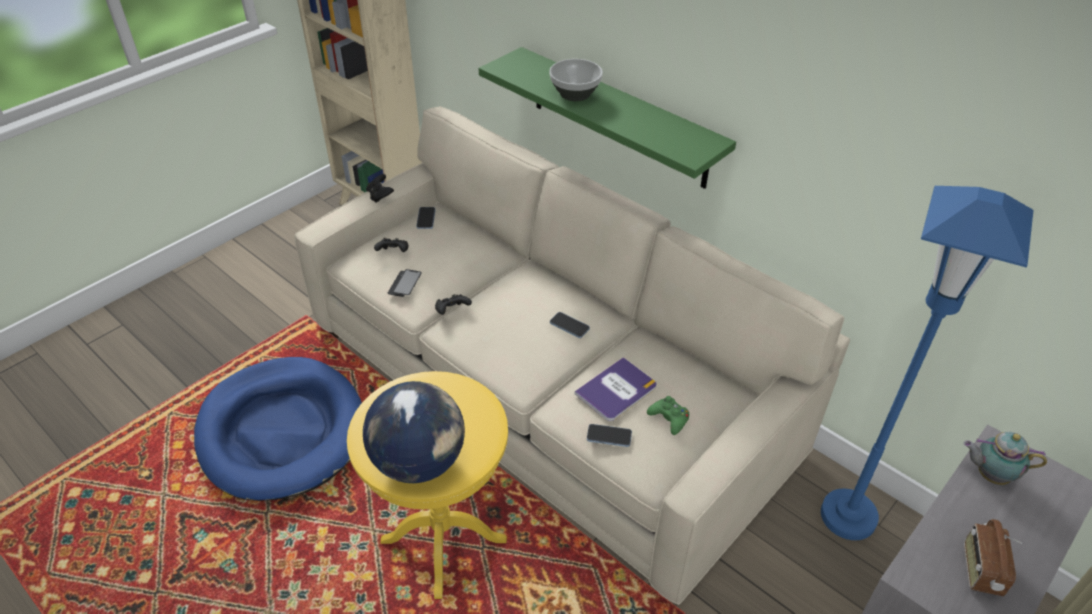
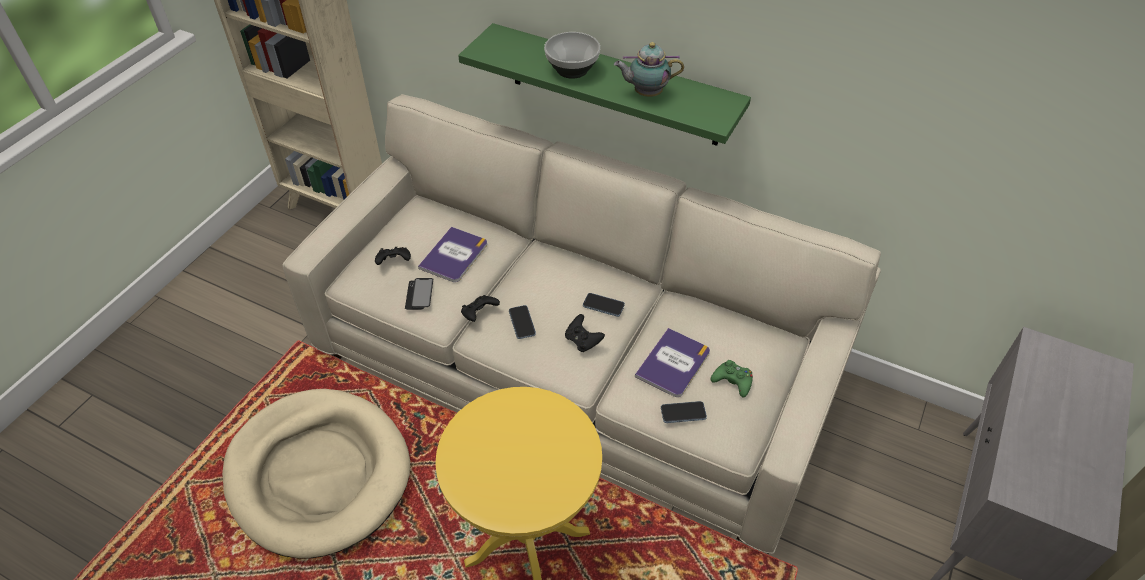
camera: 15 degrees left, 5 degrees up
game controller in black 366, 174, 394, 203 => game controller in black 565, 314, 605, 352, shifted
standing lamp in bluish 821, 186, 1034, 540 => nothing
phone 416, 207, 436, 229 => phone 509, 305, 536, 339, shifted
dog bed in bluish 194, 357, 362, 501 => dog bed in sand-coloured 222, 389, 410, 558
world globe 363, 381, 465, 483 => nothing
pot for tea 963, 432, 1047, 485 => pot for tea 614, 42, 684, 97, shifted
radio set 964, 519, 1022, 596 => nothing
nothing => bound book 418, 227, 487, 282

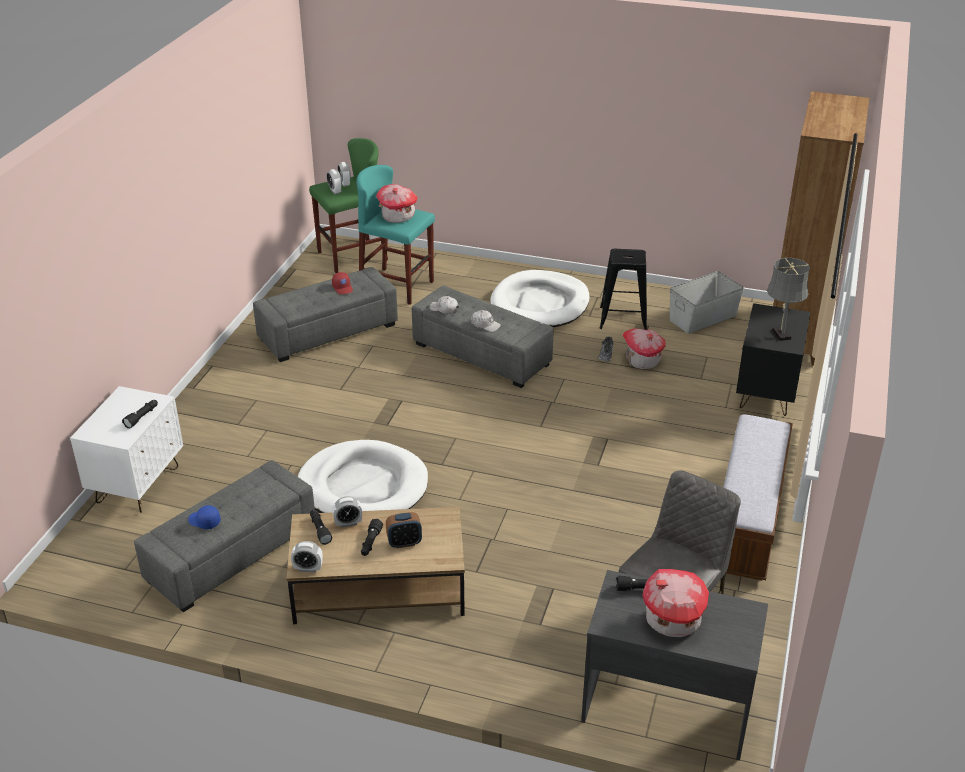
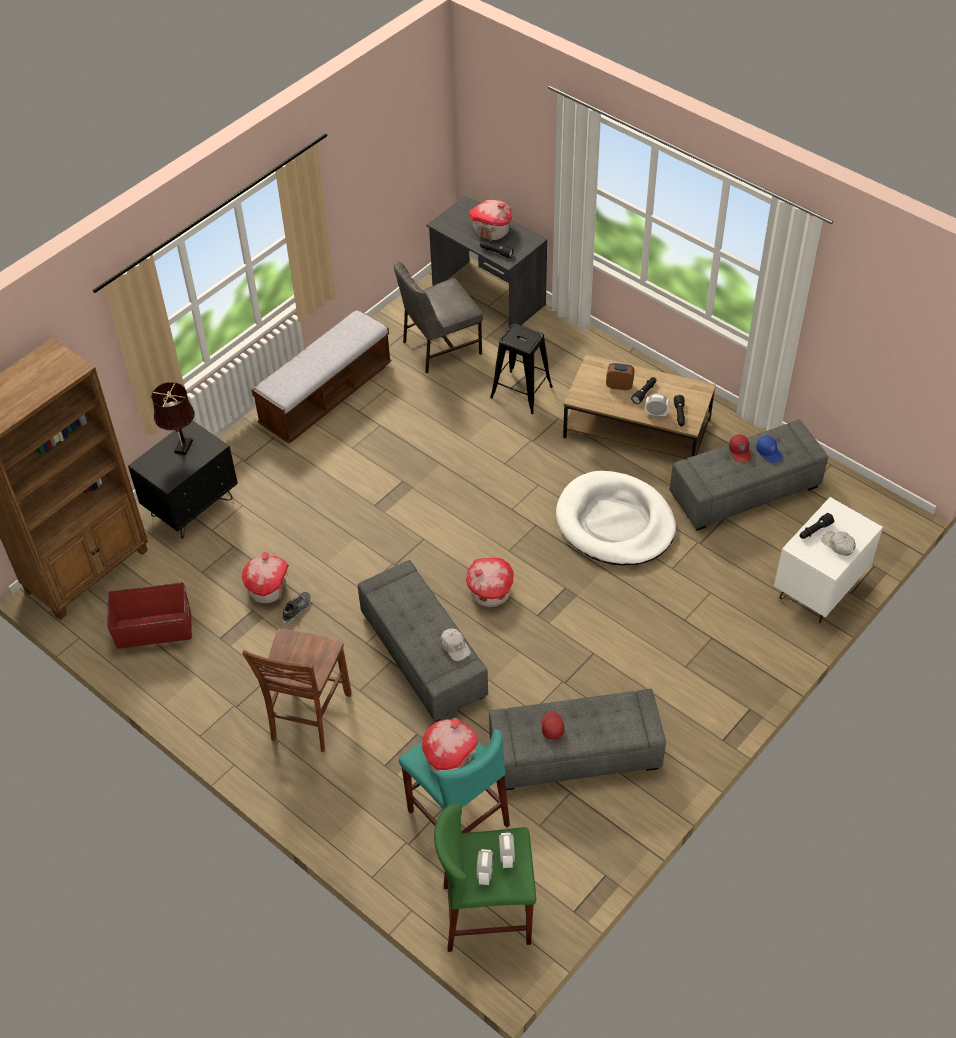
camera: 155 degrees left, 15 degrees up
stool seat in black 599, 249, 647, 330 => stool seat in black 490, 324, 553, 414, shifted
table lamp in greyish 767, 258, 810, 341 => table lamp in brown-coloured 151, 382, 195, 455
dog bed in white 490, 270, 590, 327 => plain chair in brown-coloured 242, 629, 352, 752
storage bin in greyish 670, 271, 744, 334 => storage bin in red-coloured 107, 582, 192, 649
baseball cap in white 471, 310, 501, 332 => baseball cap in white 822, 531, 856, 556, shifted
table clock 291, 541, 323, 572 => nothing
nothing => baseball cap in red-coloured 729, 434, 751, 462
nothing => miniature house 466, 558, 514, 607

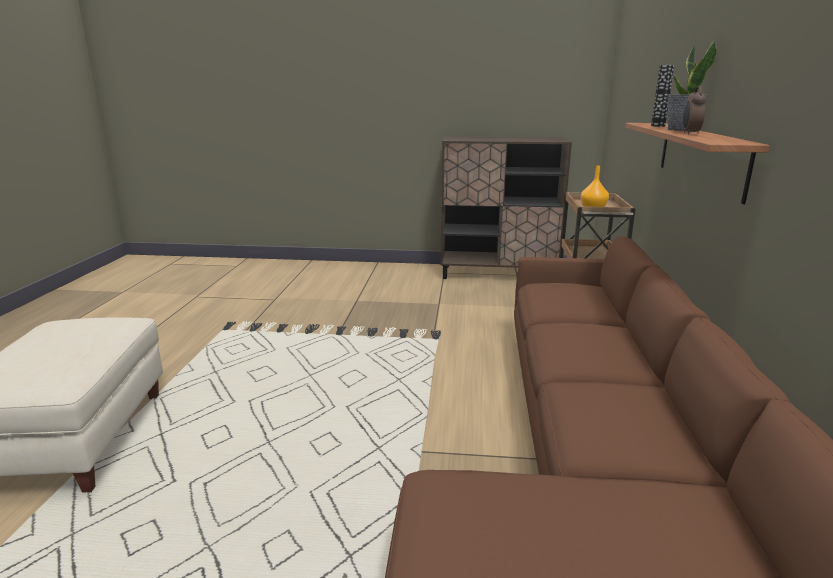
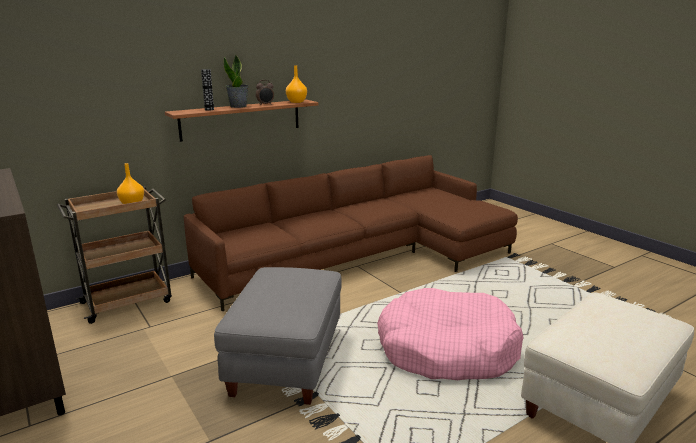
camera: 130 degrees left, 0 degrees up
nothing => flower vase in orangey 286, 65, 307, 103
nothing => footrest in greyish 214, 267, 342, 405
nothing => dog bed in pink-coloured 377, 288, 524, 380

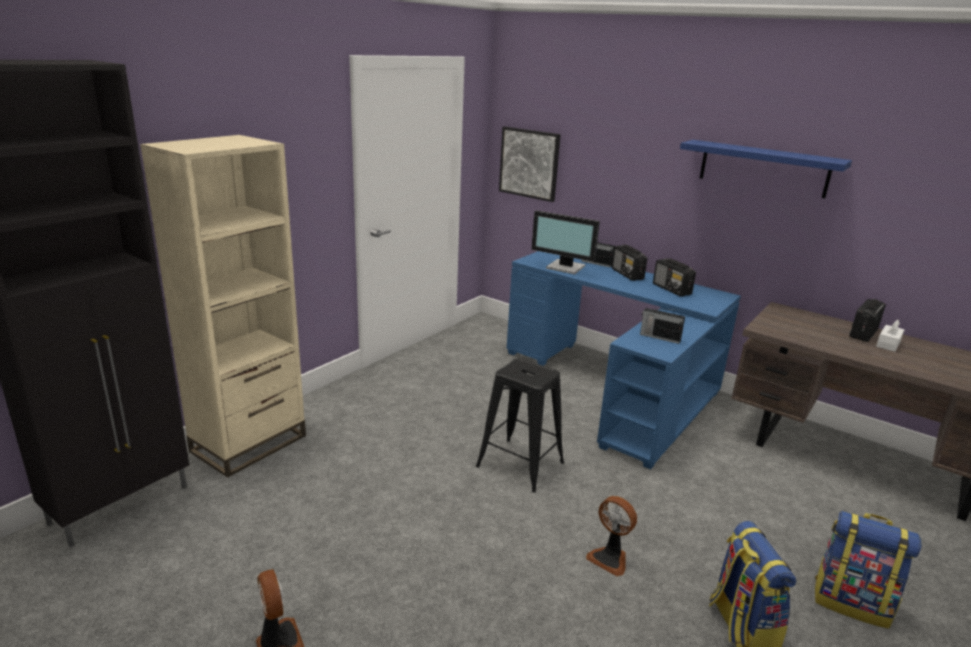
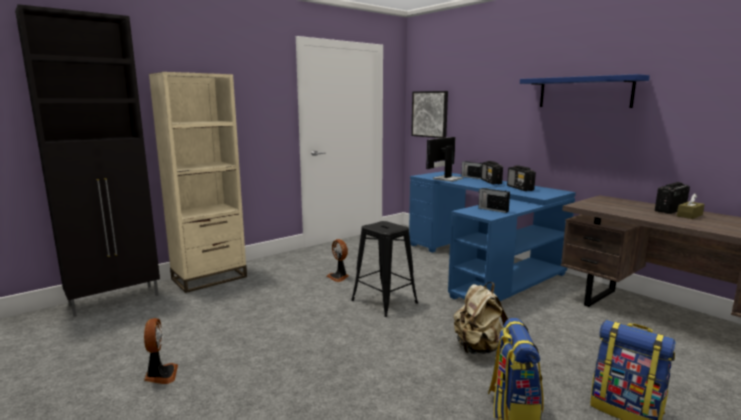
camera: 15 degrees right, 10 degrees down
computer screen 531, 210, 600, 274 => computer screen 426, 137, 463, 182, 90 degrees clockwise
box of tissues in white 876, 320, 904, 352 => box of tissues in brown-coloured 677, 194, 705, 219
electric fan 586, 496, 637, 576 => electric fan 327, 239, 349, 282, shifted
nothing => backpack in sand-coloured 453, 282, 508, 354

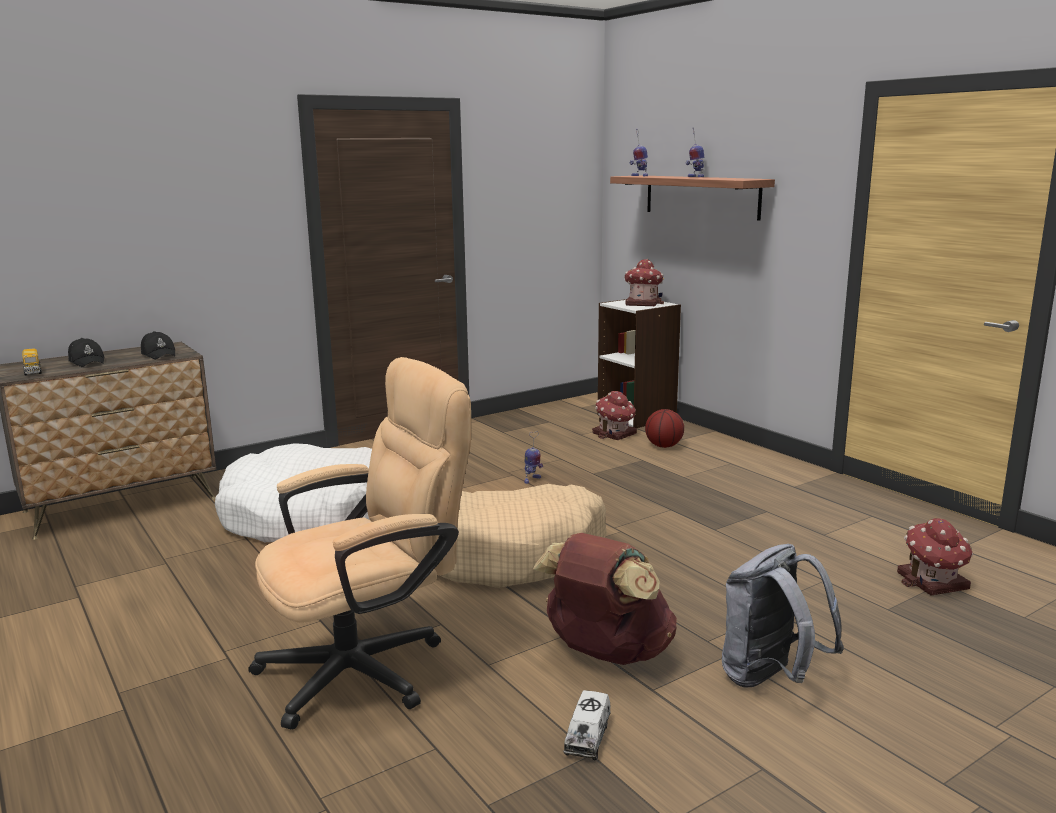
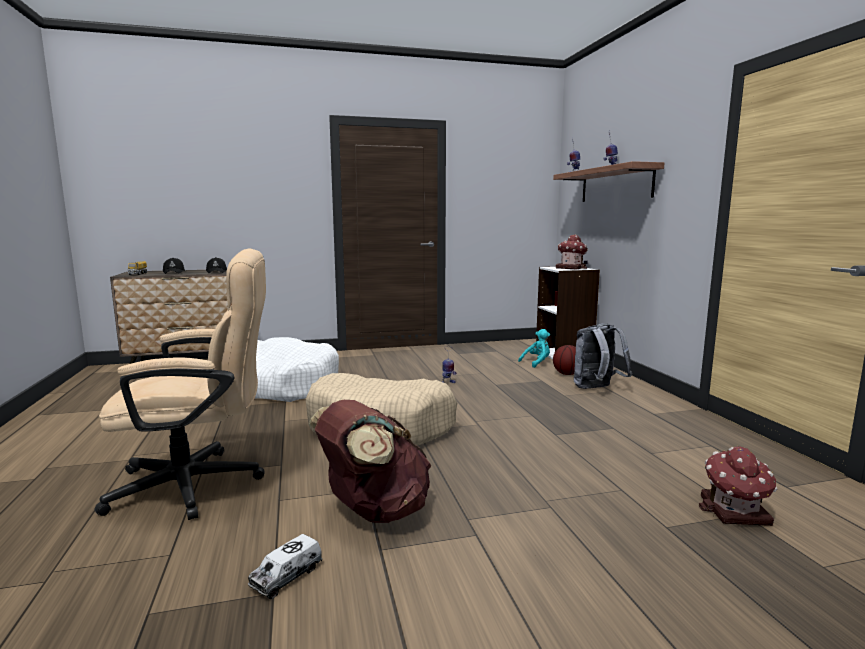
camera: 20 degrees right, 5 degrees down
miniature house 592, 391, 637, 440 => soft toy in turquoise 518, 329, 550, 368
backpack in greyish 722, 544, 844, 688 => backpack in greyish 574, 323, 632, 389, shifted

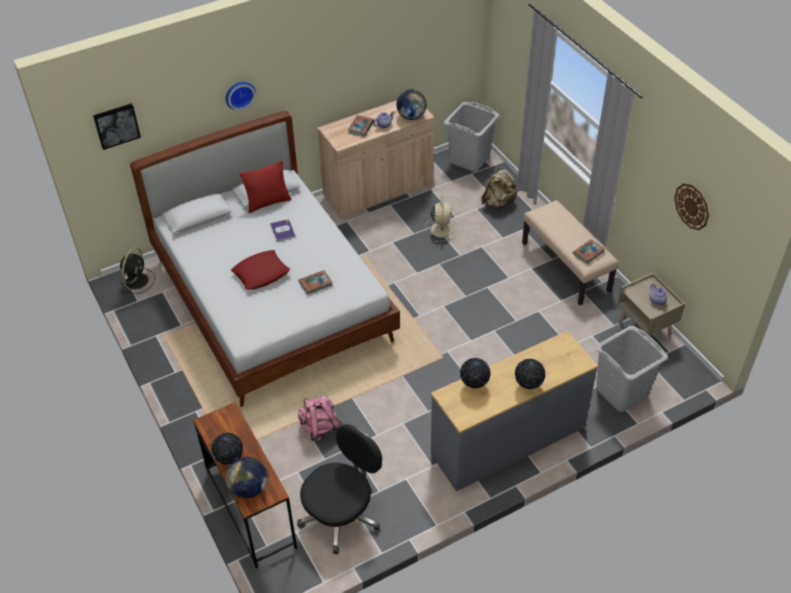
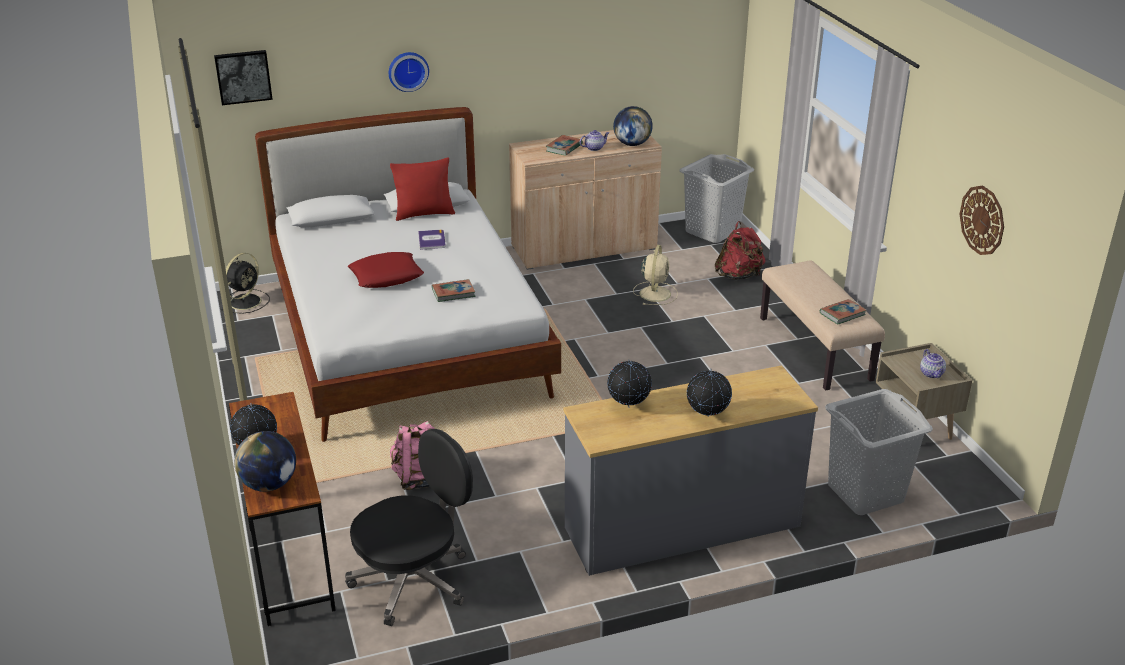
camera: 10 degrees right, 15 degrees down
backpack in sand-coloured 481, 167, 518, 209 => backpack in red-coloured 715, 221, 765, 280

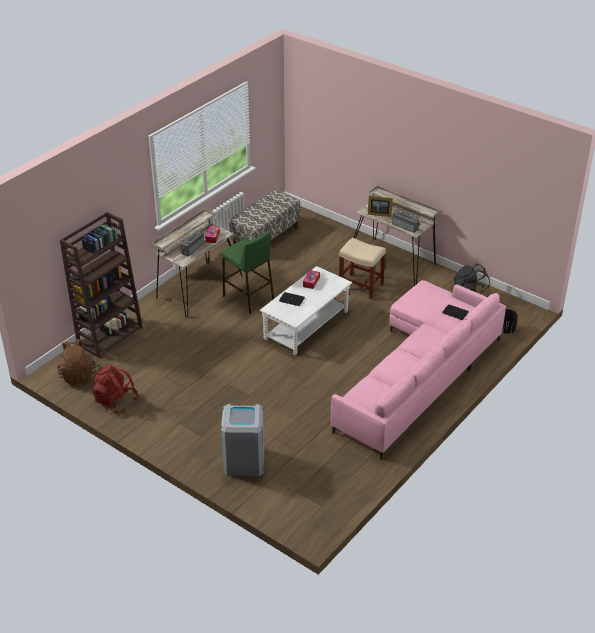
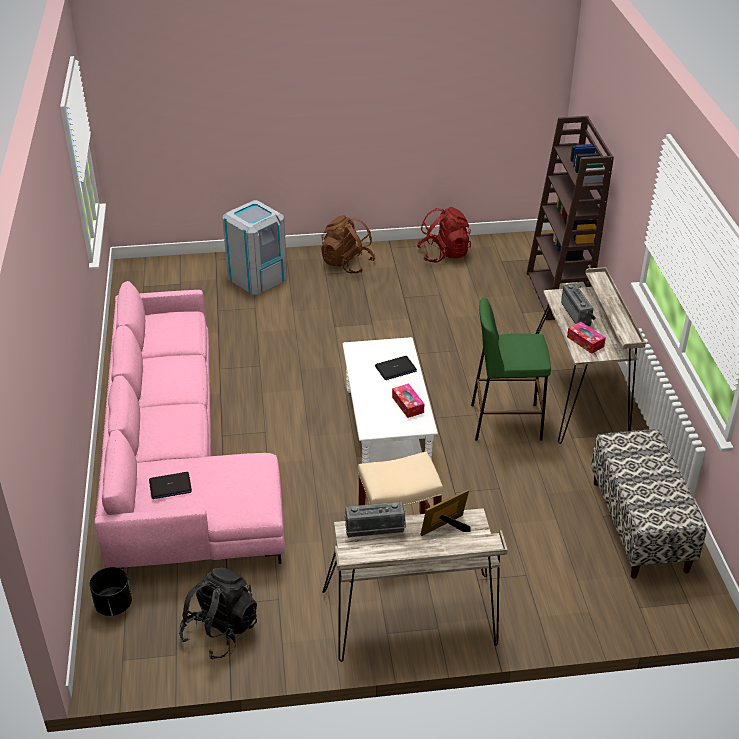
camera: 135 degrees right, 0 degrees up
backpack in brown-coloured 57, 339, 96, 385 => backpack in brown-coloured 321, 215, 376, 273, shifted

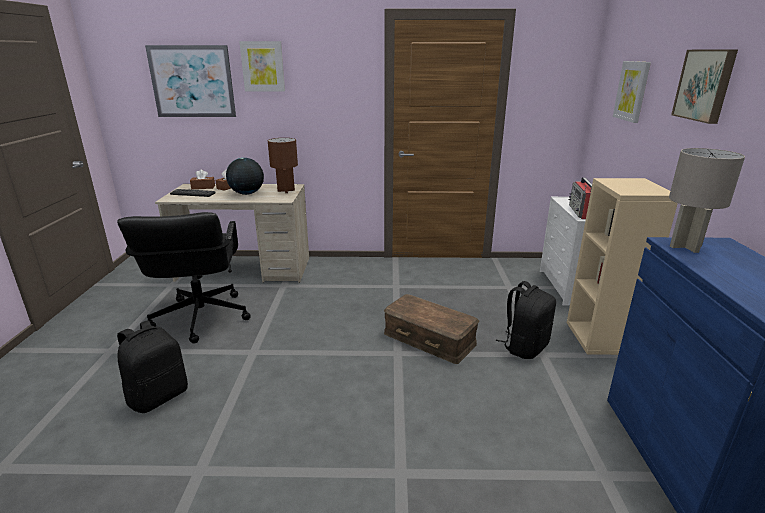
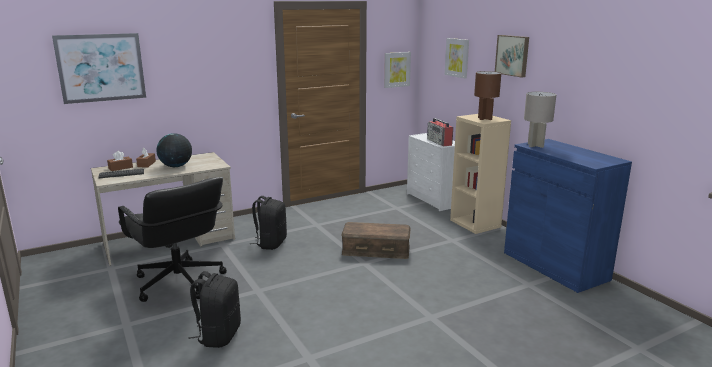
camera: 30 degrees left, 5 degrees down
picture 239, 41, 285, 91 => picture 384, 52, 411, 88, shifted
table lamp in brown-coloured 268, 138, 298, 193 => table lamp in brown-coloured 474, 71, 501, 120, shifted
backpack in black 495, 281, 556, 359 => backpack in black 250, 196, 287, 250, shifted

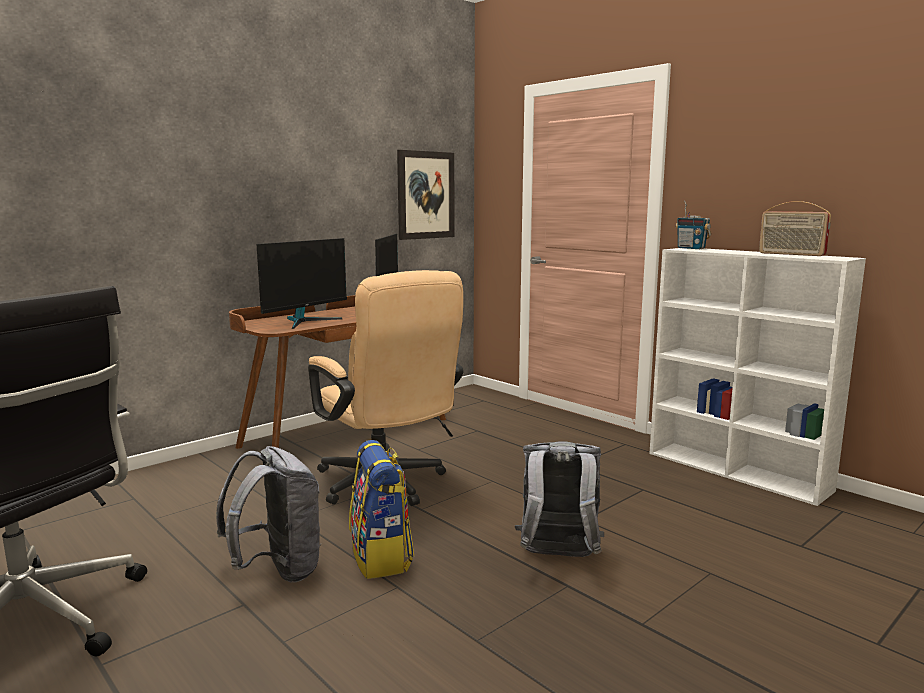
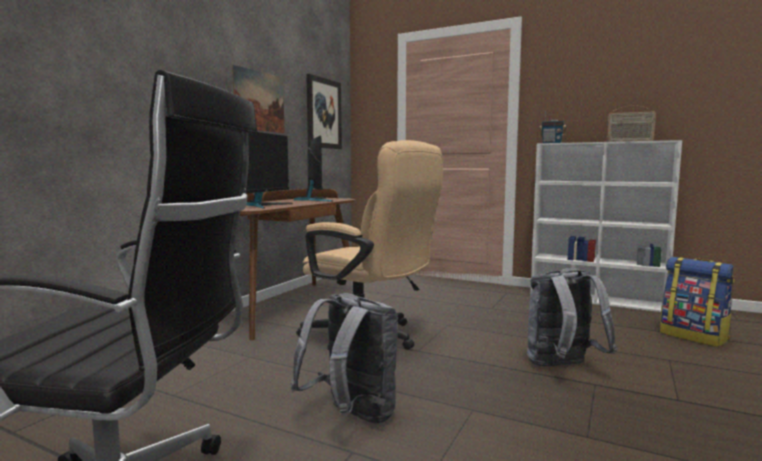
camera: 20 degrees left, 5 degrees down
backpack 349, 440, 414, 579 => backpack 660, 257, 734, 347, shifted
nothing => picture 232, 65, 285, 133

